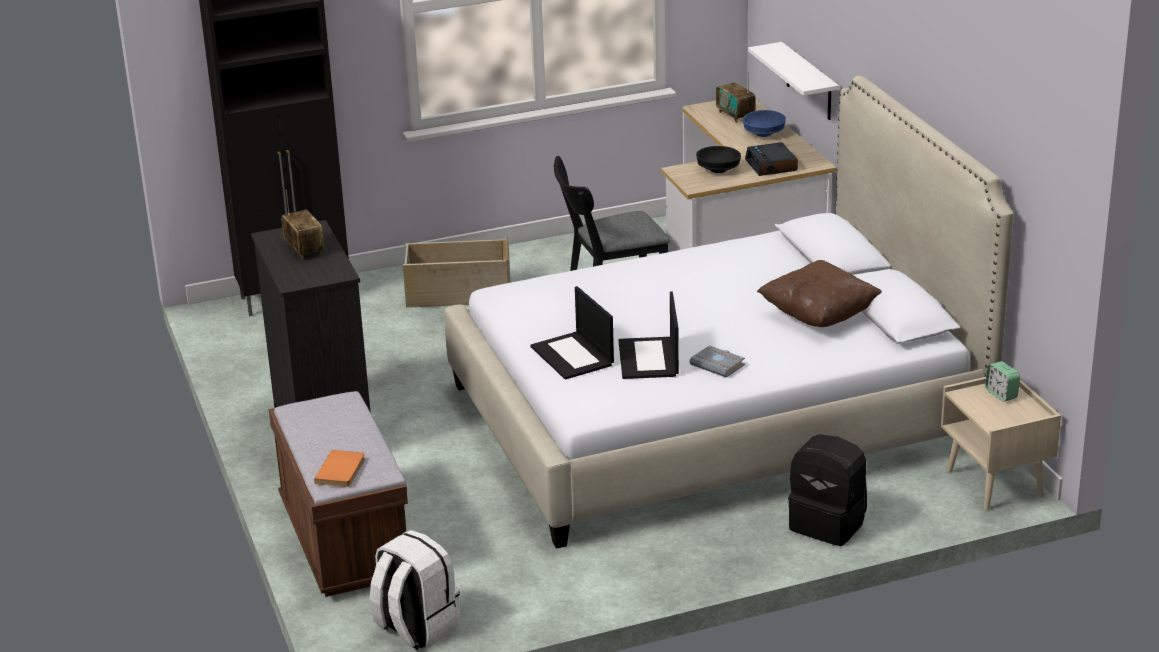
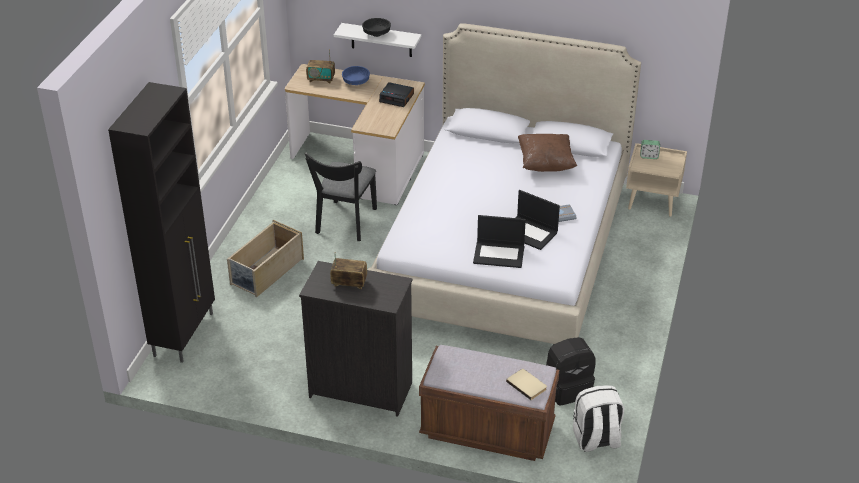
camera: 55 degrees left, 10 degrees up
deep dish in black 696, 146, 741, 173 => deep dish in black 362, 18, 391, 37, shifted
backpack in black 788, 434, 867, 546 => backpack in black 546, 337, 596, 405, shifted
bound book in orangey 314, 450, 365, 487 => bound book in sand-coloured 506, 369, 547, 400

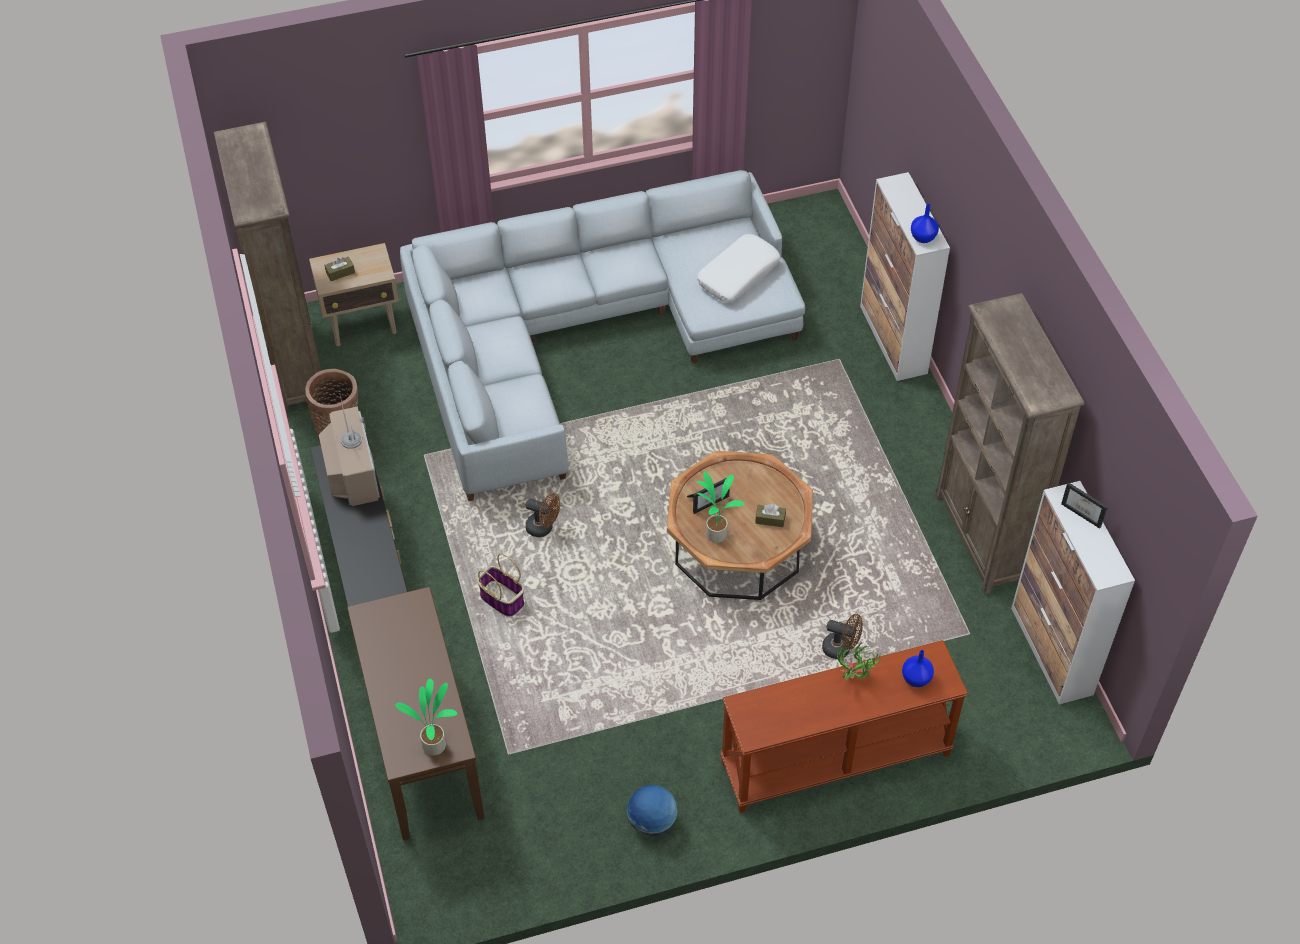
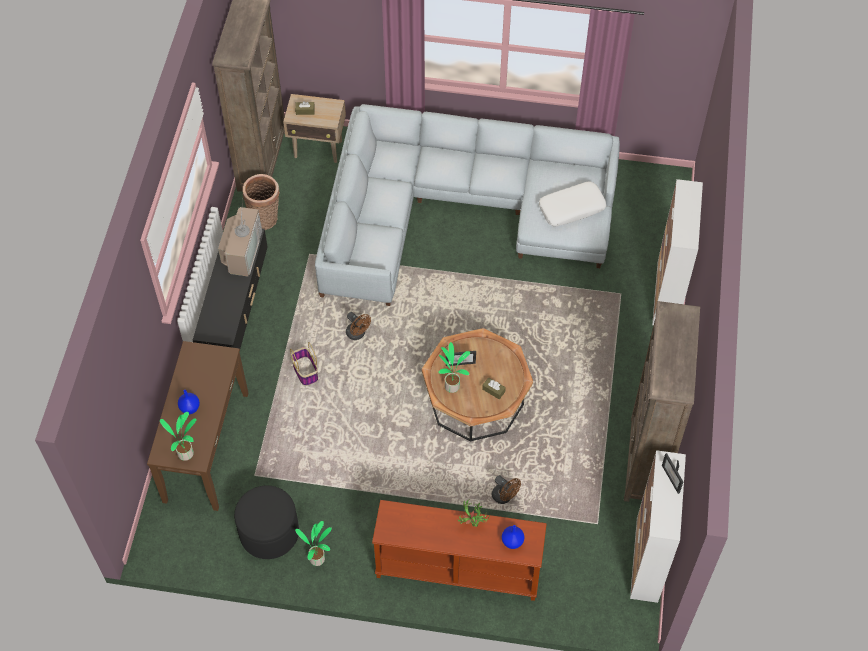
camera: 25 degrees right, 5 degrees up
flower vase in bluish 911, 204, 939, 243 => flower vase in bluish 178, 390, 200, 414, shifted
world globe 627, 785, 678, 836 => plant in a pot 295, 521, 332, 566
nothing => footrest in black 234, 485, 299, 559

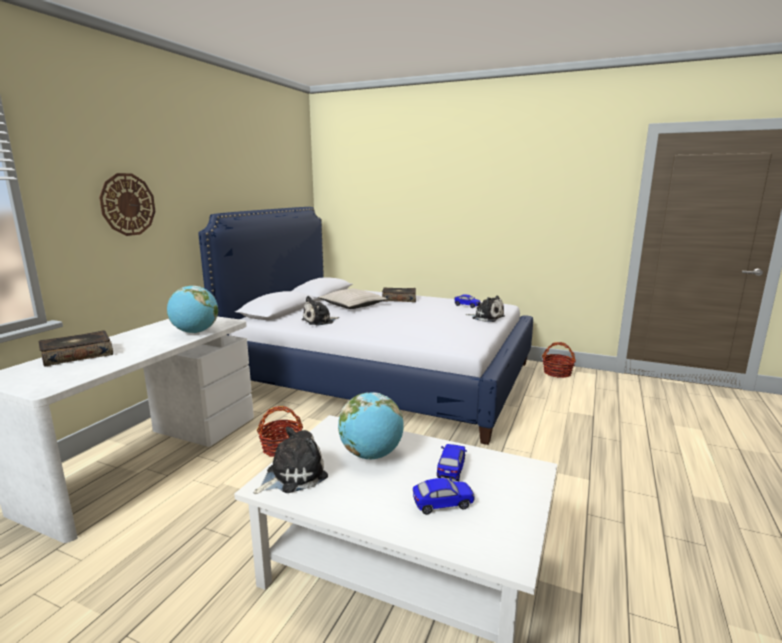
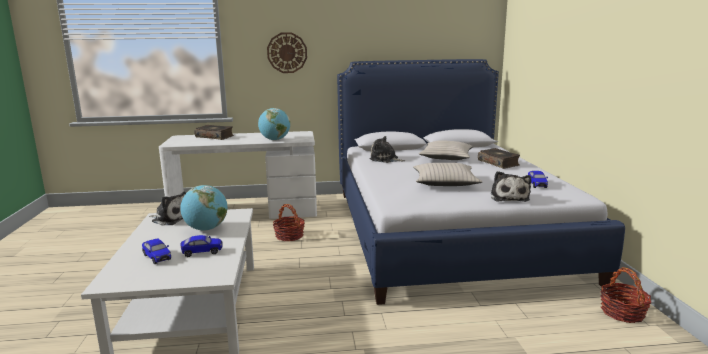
camera: 60 degrees right, 0 degrees up
nothing => throw pillow in sand-coloured 413, 163, 482, 186

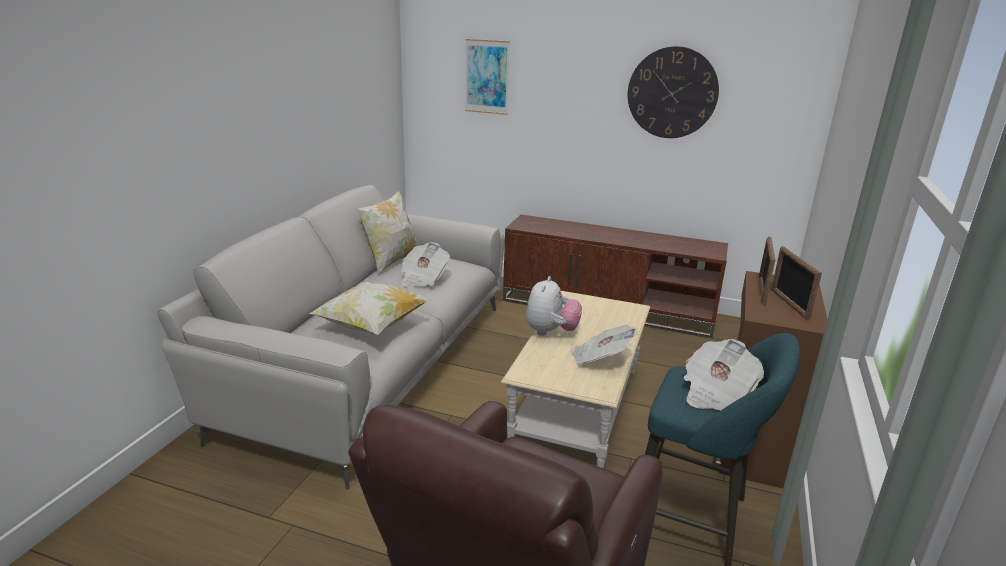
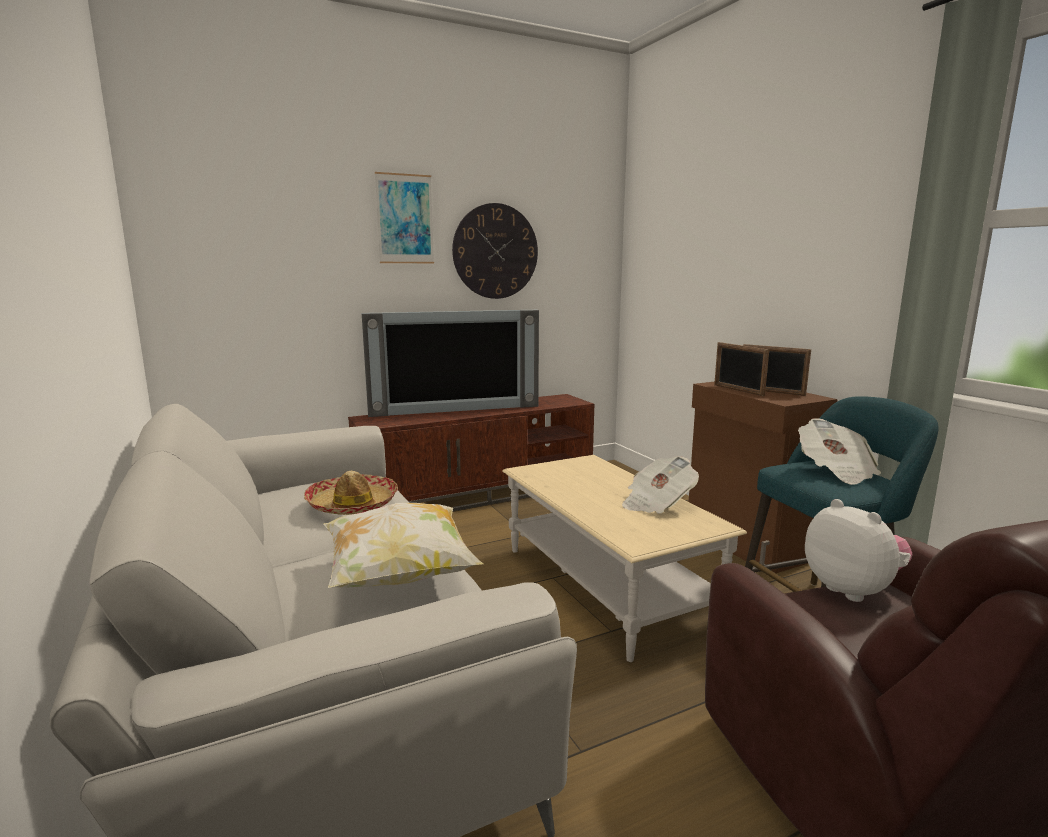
camera: 45 degrees left, 10 degrees down
picture 465, 39, 510, 115 => picture 375, 172, 434, 263, shifted
throw pillow 356, 190, 418, 274 => nothing
newspaper 401, 242, 450, 287 => hat 304, 471, 398, 515
soft toy 526, 276, 582, 336 => soft toy 805, 499, 913, 602, shifted
nothing => TV set 362, 310, 539, 417

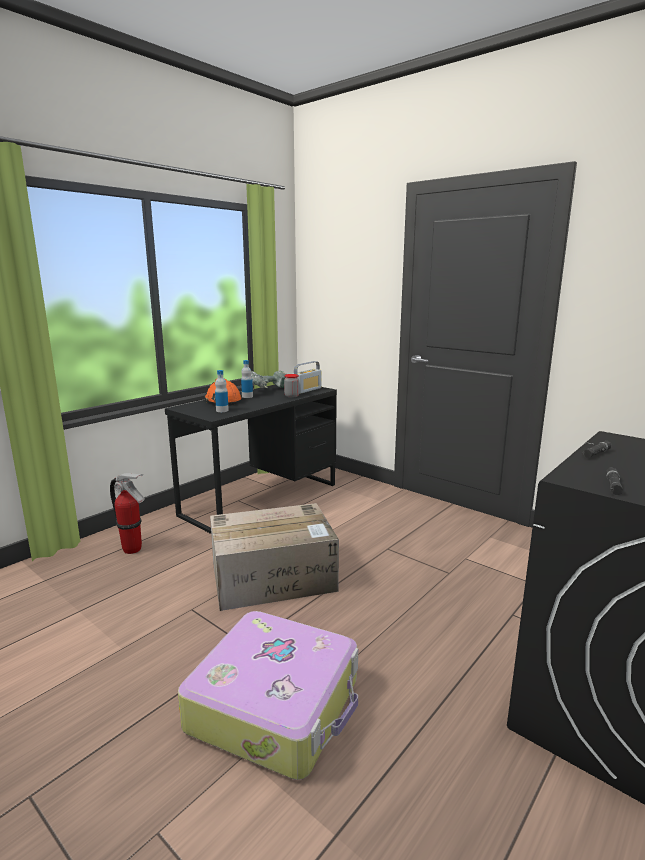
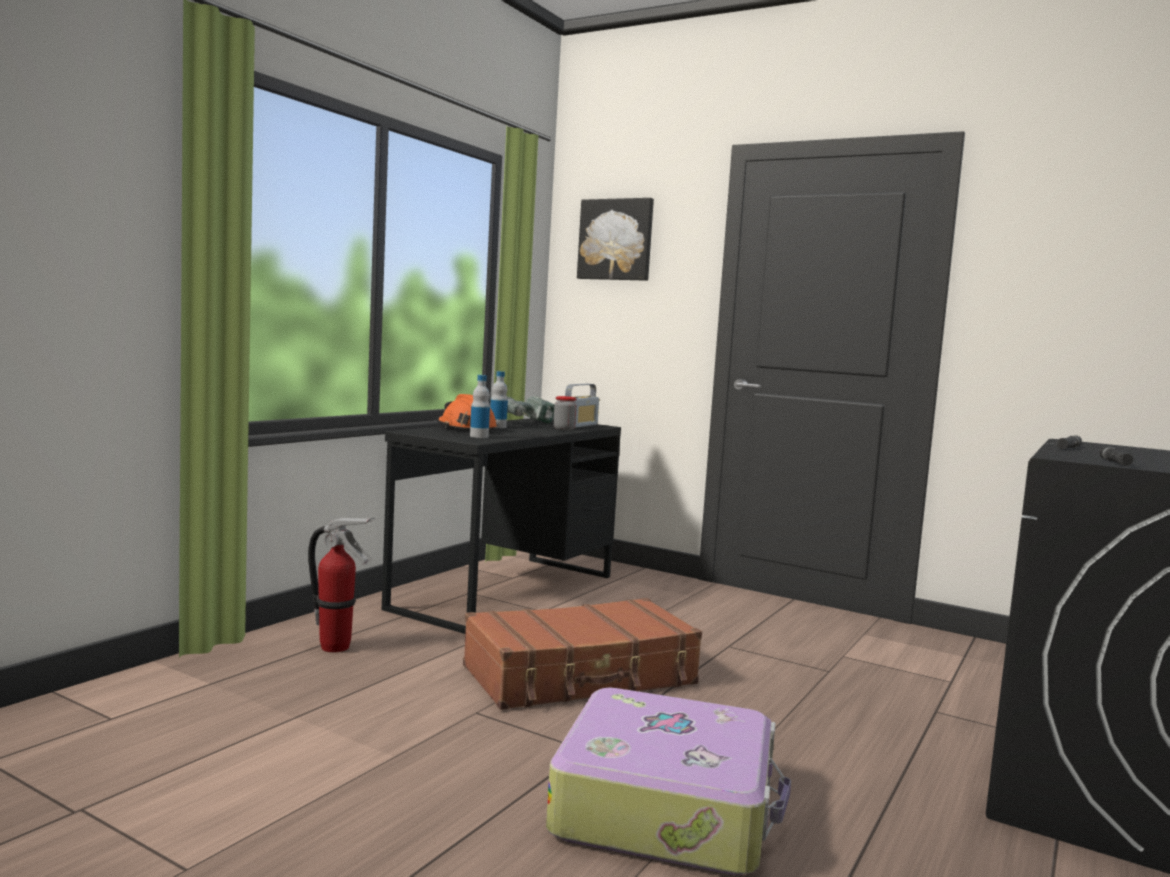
camera: 10 degrees left, 10 degrees down
packing box 210, 503, 339, 611 => piece of luggage in brown-coloured 463, 598, 702, 710
nothing => picture 577, 198, 654, 281

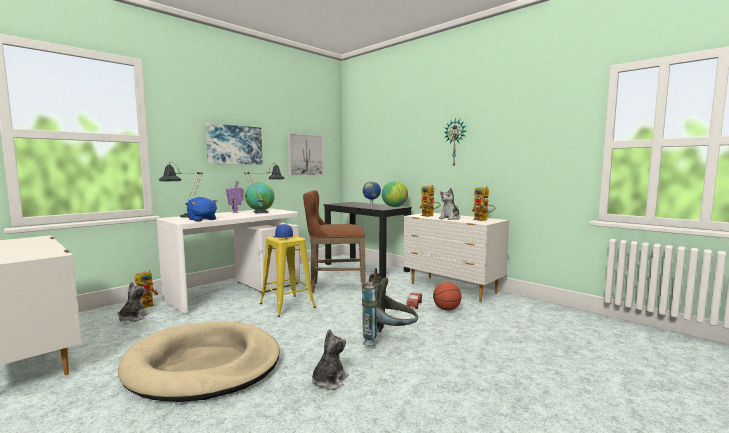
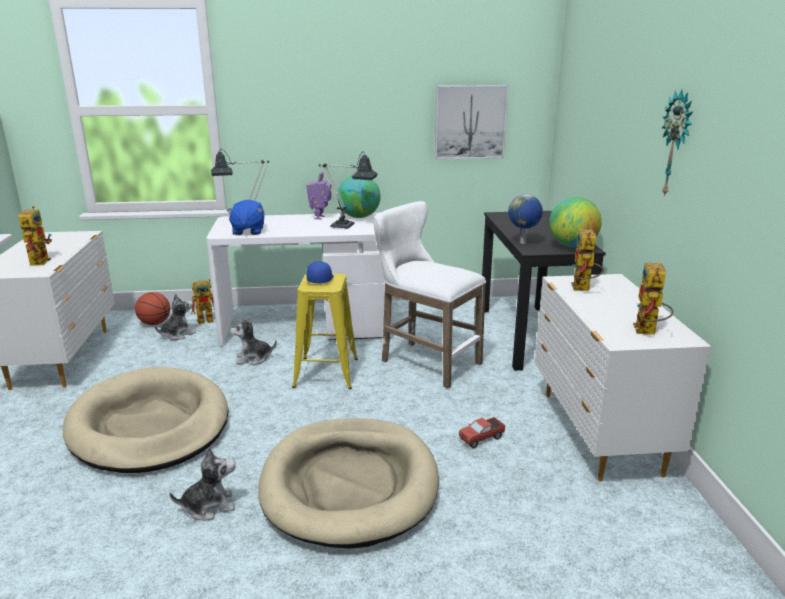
camera: 40 degrees right, 15 degrees up
picture 206, 123, 262, 164 => nothing
soft toy 439, 188, 460, 220 => soft toy 230, 317, 277, 365, shifted
stool seat in brown-coloured 303, 190, 366, 293 => stool seat in white 374, 201, 486, 389
backpack in greyish 362, 268, 418, 346 => dog bed in sand-coloured 258, 418, 439, 548
ball for basketball 433, 282, 462, 311 => ball for basketball 135, 292, 170, 325, shifted
nothing => robot figure 19, 206, 52, 266

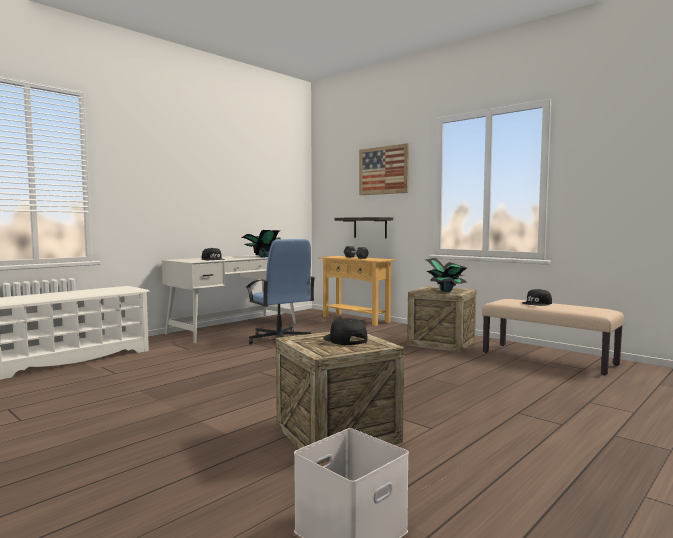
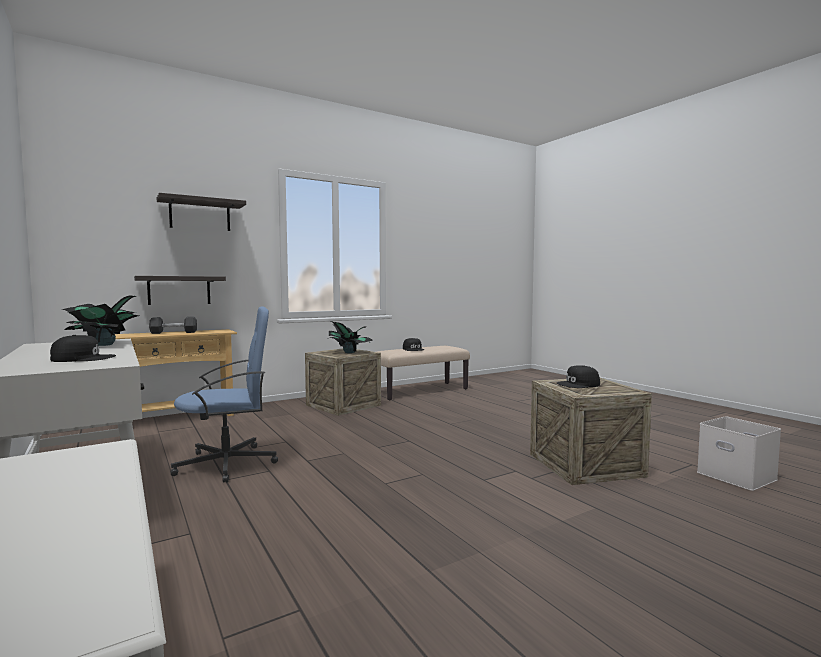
camera: 75 degrees left, 0 degrees up
picture 359, 143, 409, 195 => bracket shelf 157, 193, 246, 231

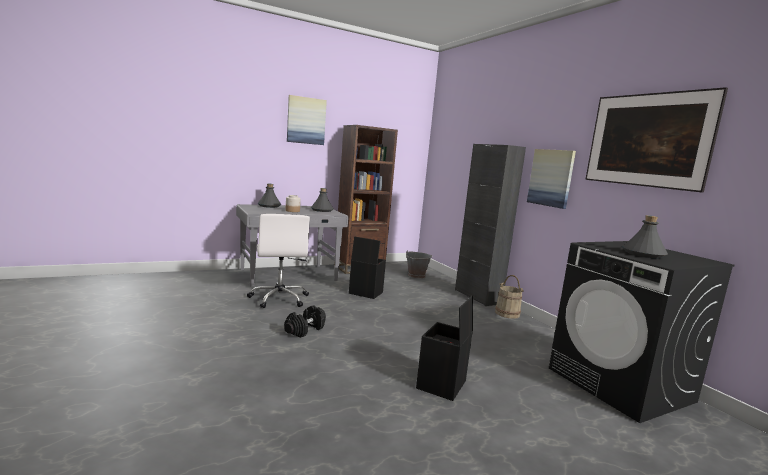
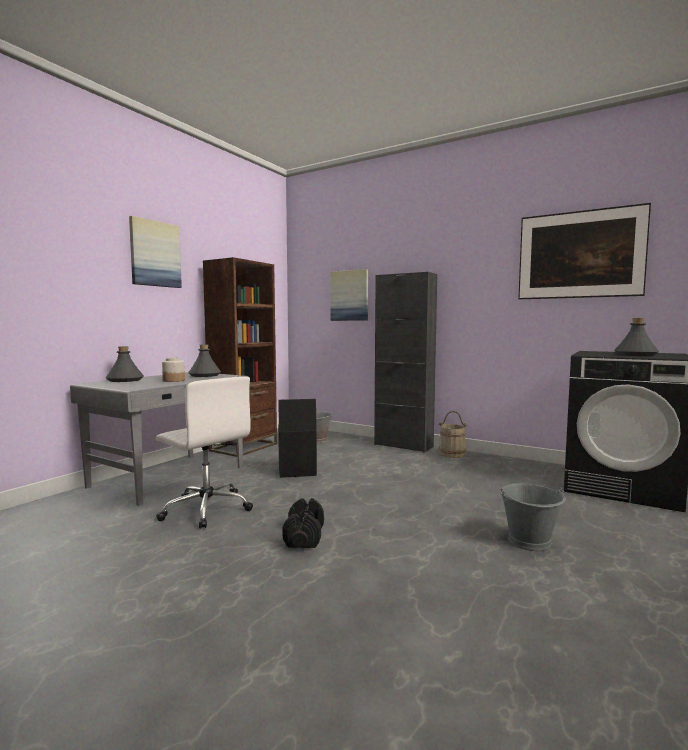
camera: 30 degrees left, 5 degrees down
picture 527, 149, 576, 209 => picture 330, 269, 368, 321, shifted
storage bin in black 416, 295, 473, 401 => pail in greyish 500, 483, 566, 551

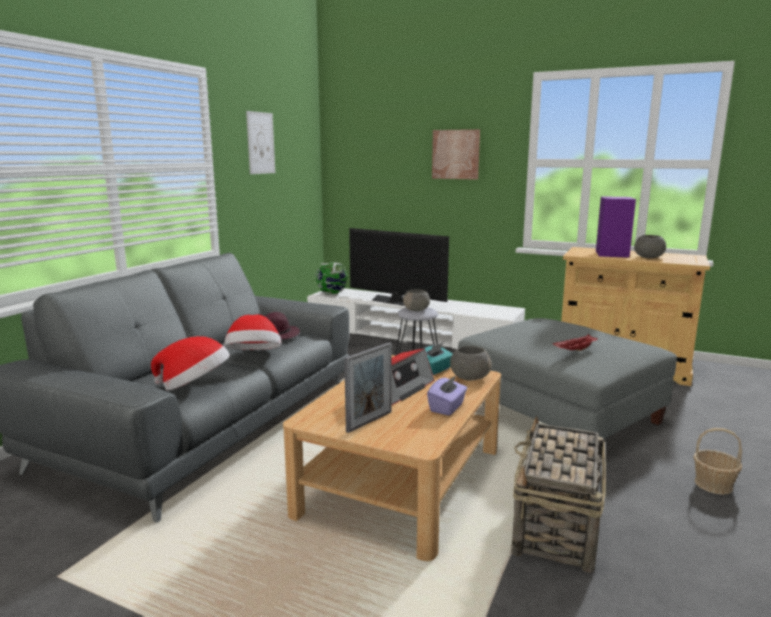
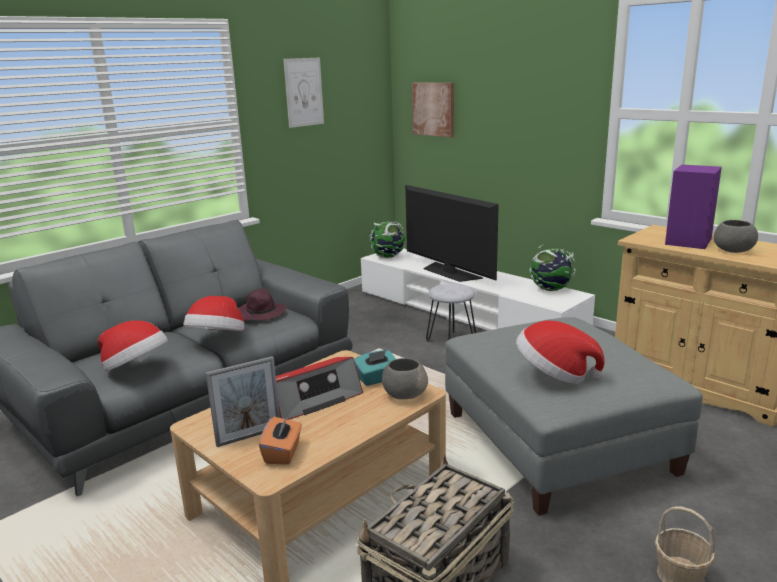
camera: 20 degrees right, 5 degrees up
picture 432, 129, 480, 180 => picture 412, 83, 454, 137, shifted
deep dish in greyish 403, 289, 430, 311 => nothing
tray in red-coloured 553, 334, 598, 351 => hat 516, 320, 605, 384
box of tissues in purple 427, 375, 467, 415 => nothing
nothing => world globe 530, 244, 576, 291
nothing => box of tissues in orangey 259, 415, 302, 465

